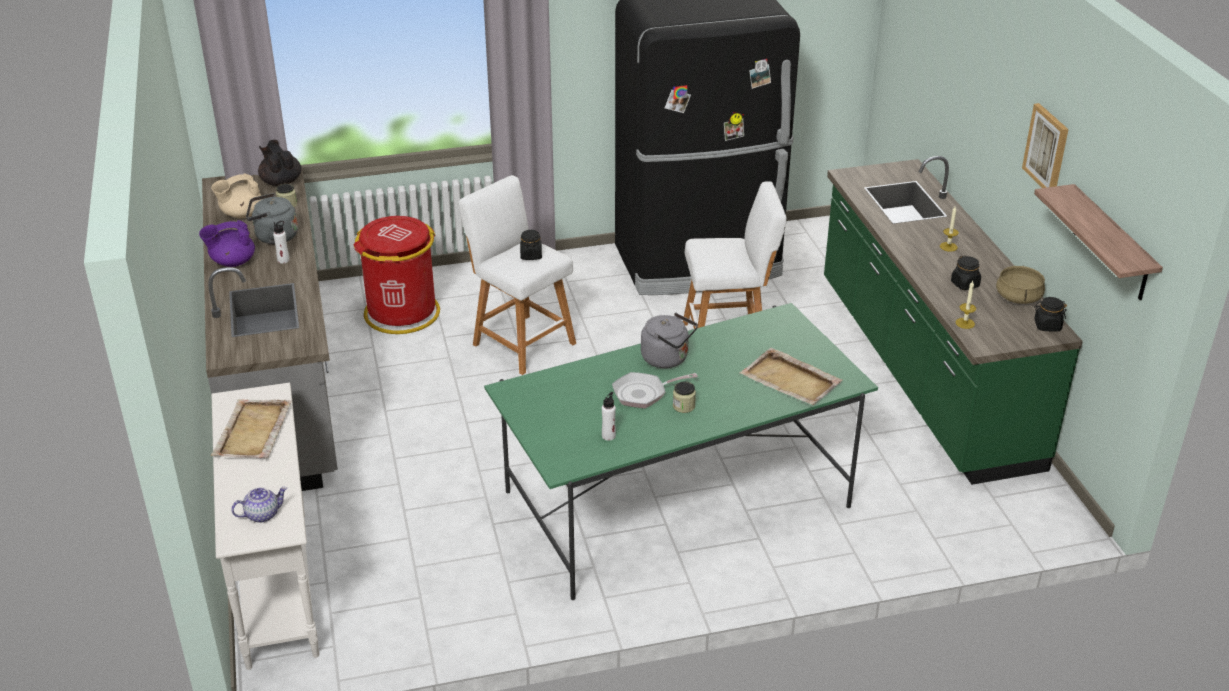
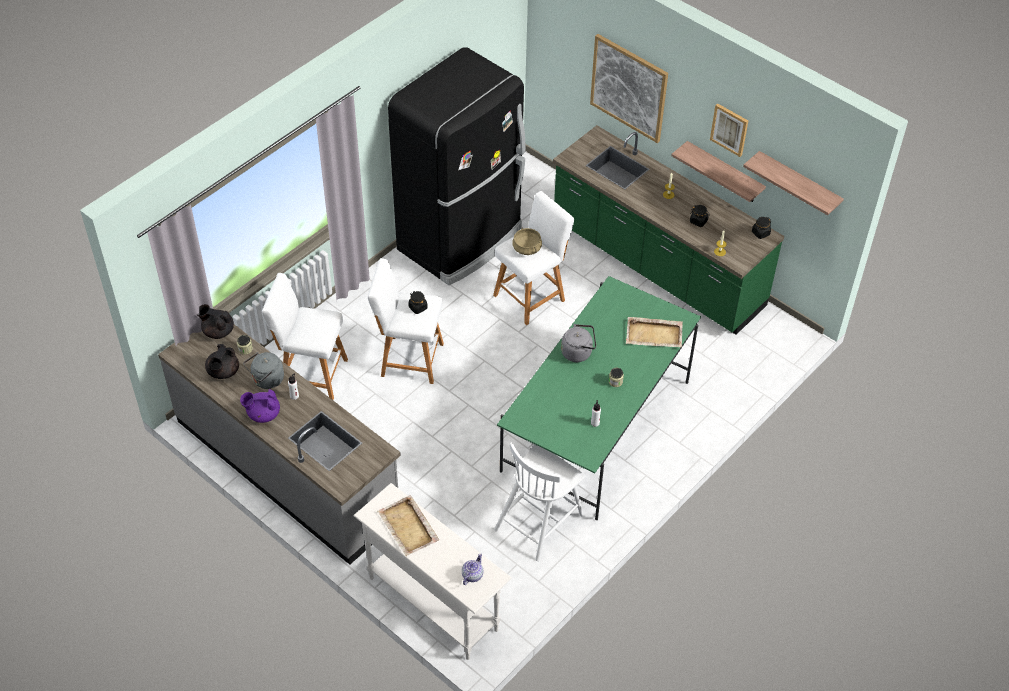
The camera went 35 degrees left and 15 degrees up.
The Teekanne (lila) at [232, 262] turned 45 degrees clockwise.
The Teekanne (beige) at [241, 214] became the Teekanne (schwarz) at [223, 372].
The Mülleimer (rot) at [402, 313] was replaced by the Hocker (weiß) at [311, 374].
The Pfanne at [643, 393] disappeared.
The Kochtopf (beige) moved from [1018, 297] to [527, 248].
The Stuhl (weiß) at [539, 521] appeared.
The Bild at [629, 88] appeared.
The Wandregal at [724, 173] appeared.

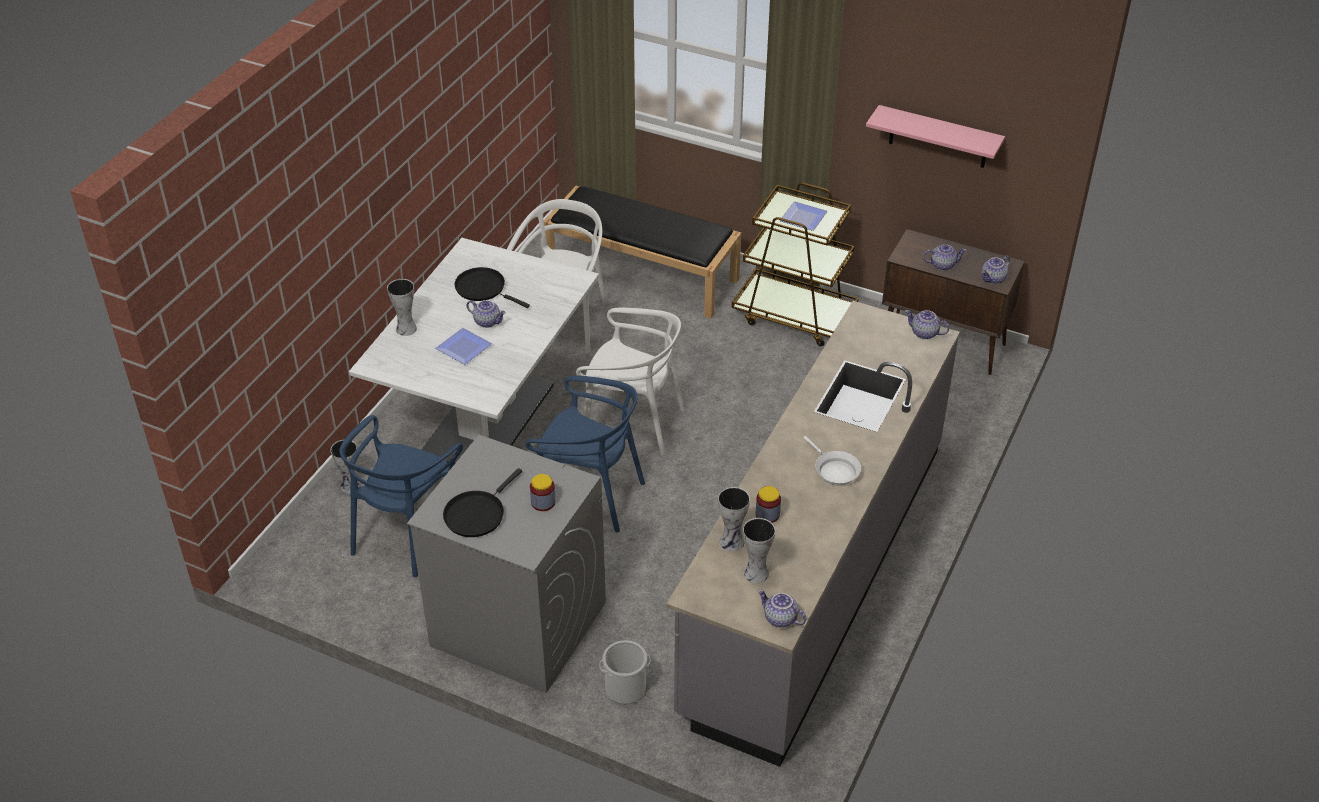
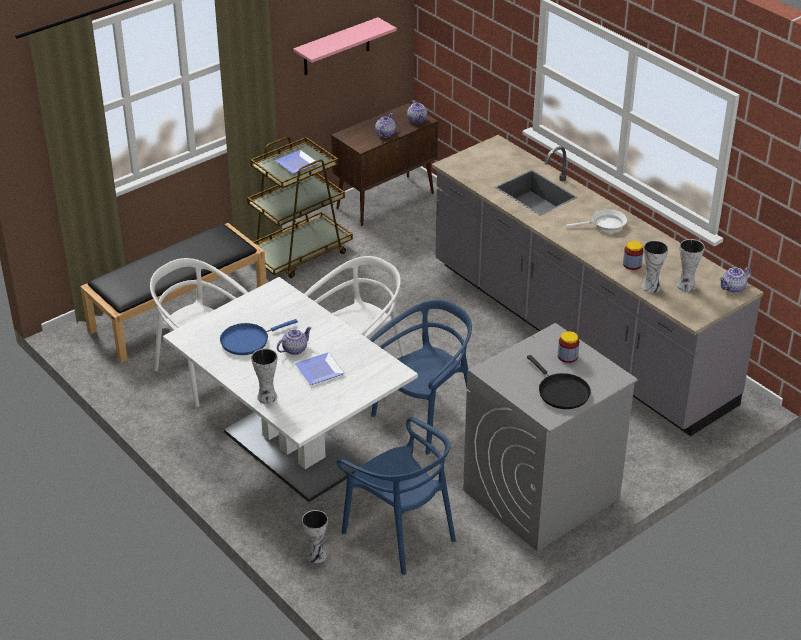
The camera went 65 degrees left and 5 degrees down.
The Pfanne (schwarz) at [483, 289] became the Pfanne (blau) at [247, 341].
The Eimer at [625, 688] disappeared.
The Teekanne at [925, 333] disappeared.

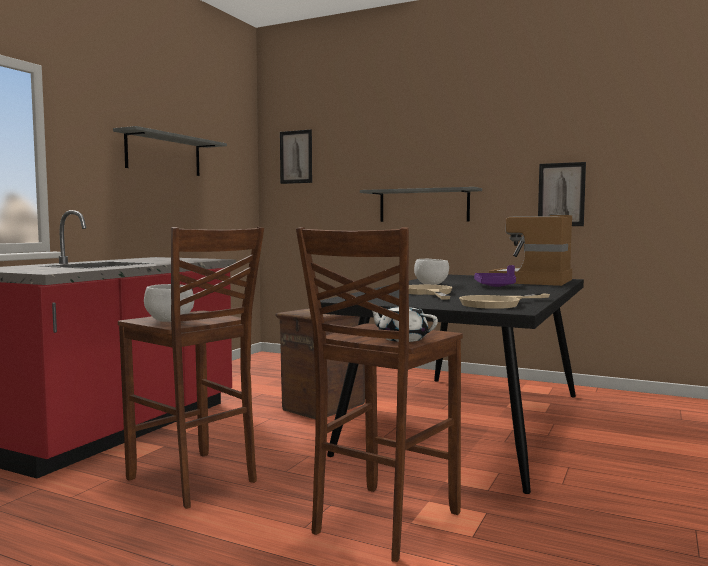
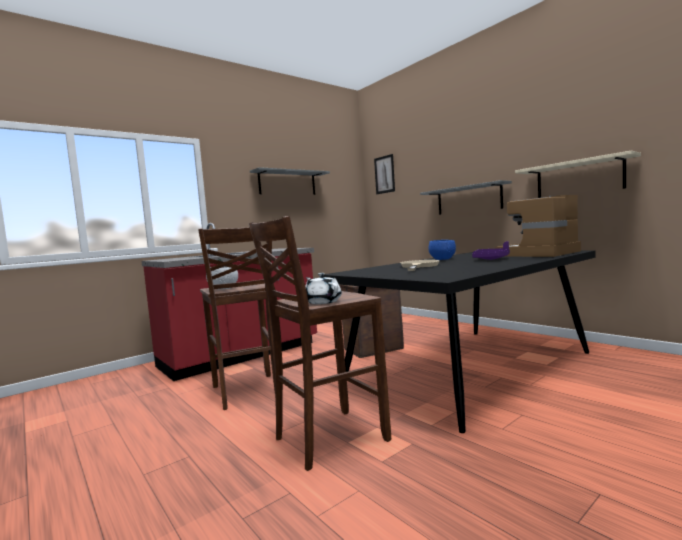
The camera went 25 degrees right and 0 degrees up.
The Schüssel (weiß) at [431, 284] became the Schüssel (blau) at [443, 259].
The Pfanne (beige) at [497, 304] disappeared.
The Bild at [561, 194] was replaced by the Wandregal (beige) at [578, 178].

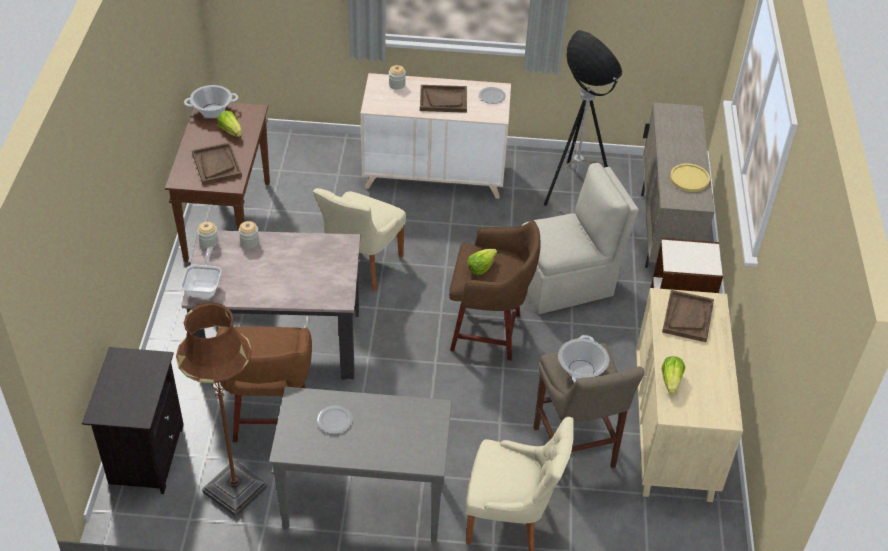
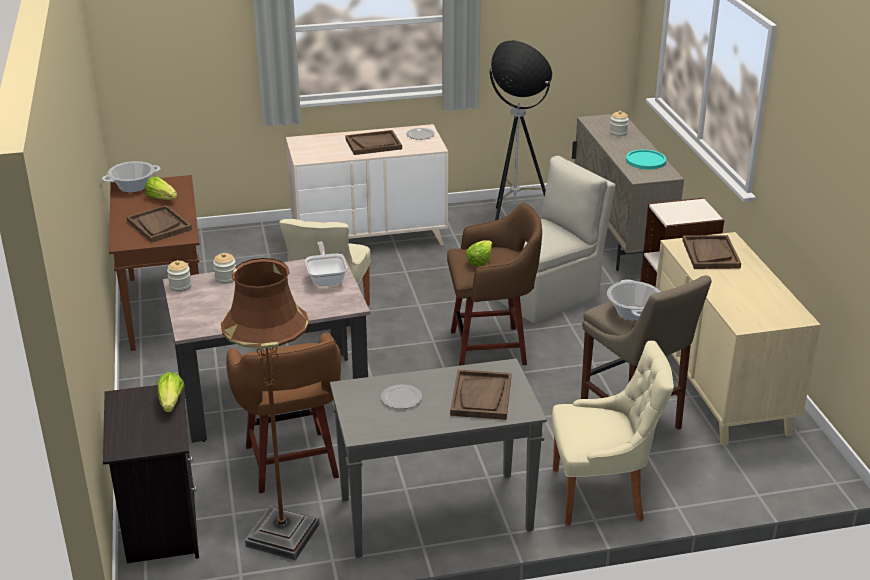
The camera went 15 degrees left and 15 degrees down.
The Pfanne moved from [204, 287] to [326, 278].
The Vorratsglas moved from [397, 84] to [618, 133].
The Salatkopf moved from [671, 380] to [171, 403].
The Teller (gelb) at [689, 178] became the Teller (türkis) at [645, 160].
The Tablett (braun) at [481, 396] appeared.

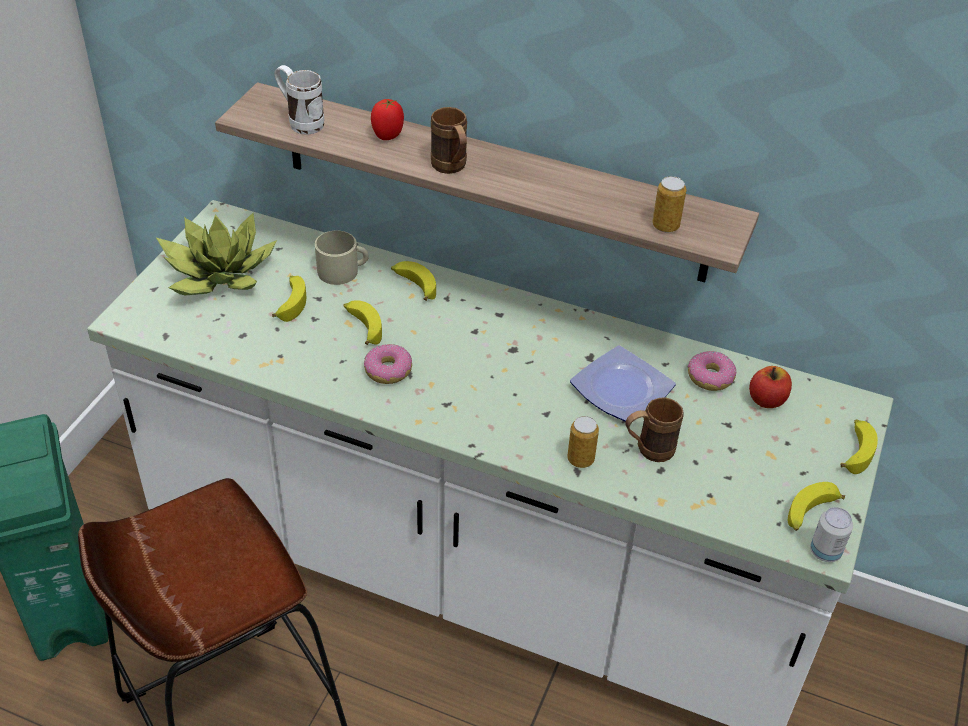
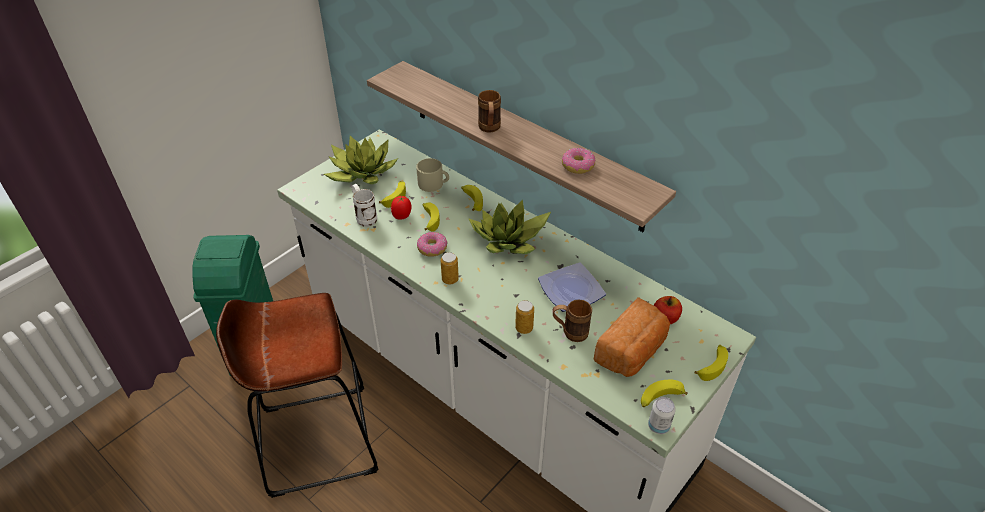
The camera went 20 degrees right and 0 degrees up.
The Henkelbecher (weiß) moved from [300, 122] to [364, 217].
The Tomate moved from [388, 135] to [402, 216].
The Dose moved from [665, 226] to [450, 279].
The Donut moved from [710, 377] to [578, 166].
The Topfpflanze at [509, 240] appeared.
The Brot at [631, 352] appeared.

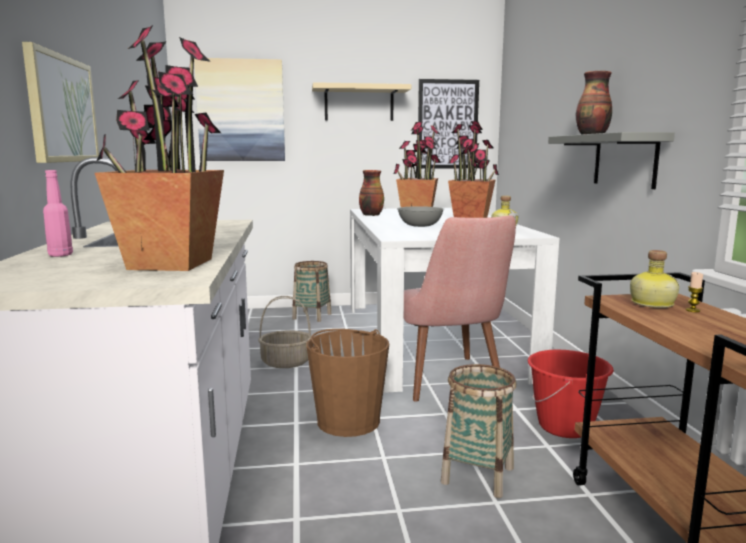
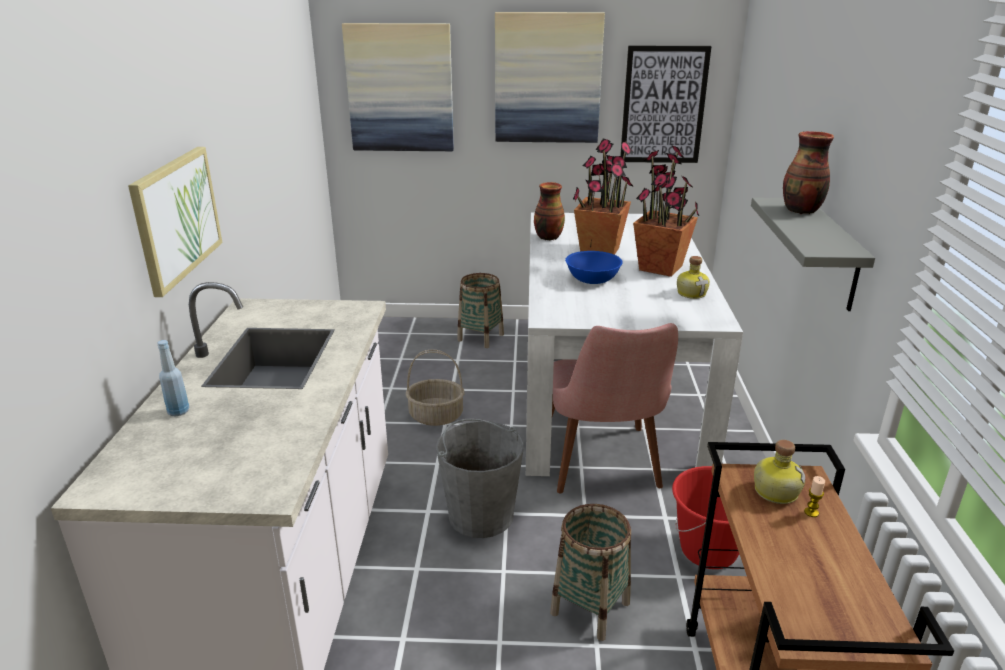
The camera went 10 degrees right and 15 degrees up.
The Flasche (rosa) at [60, 255] became the Flasche (blau) at [178, 412].
The Topfpflanze at [170, 264] disappeared.
The Eimer (braun) at [348, 421] became the Eimer (grau) at [480, 515].
The Wandregal (beige) at [359, 103] was replaced by the Bild at [547, 78].
The Schüssel (grau) at [420, 226] became the Schüssel (blau) at [593, 280].

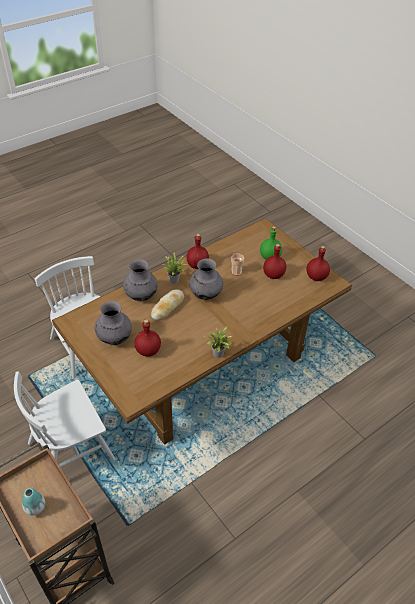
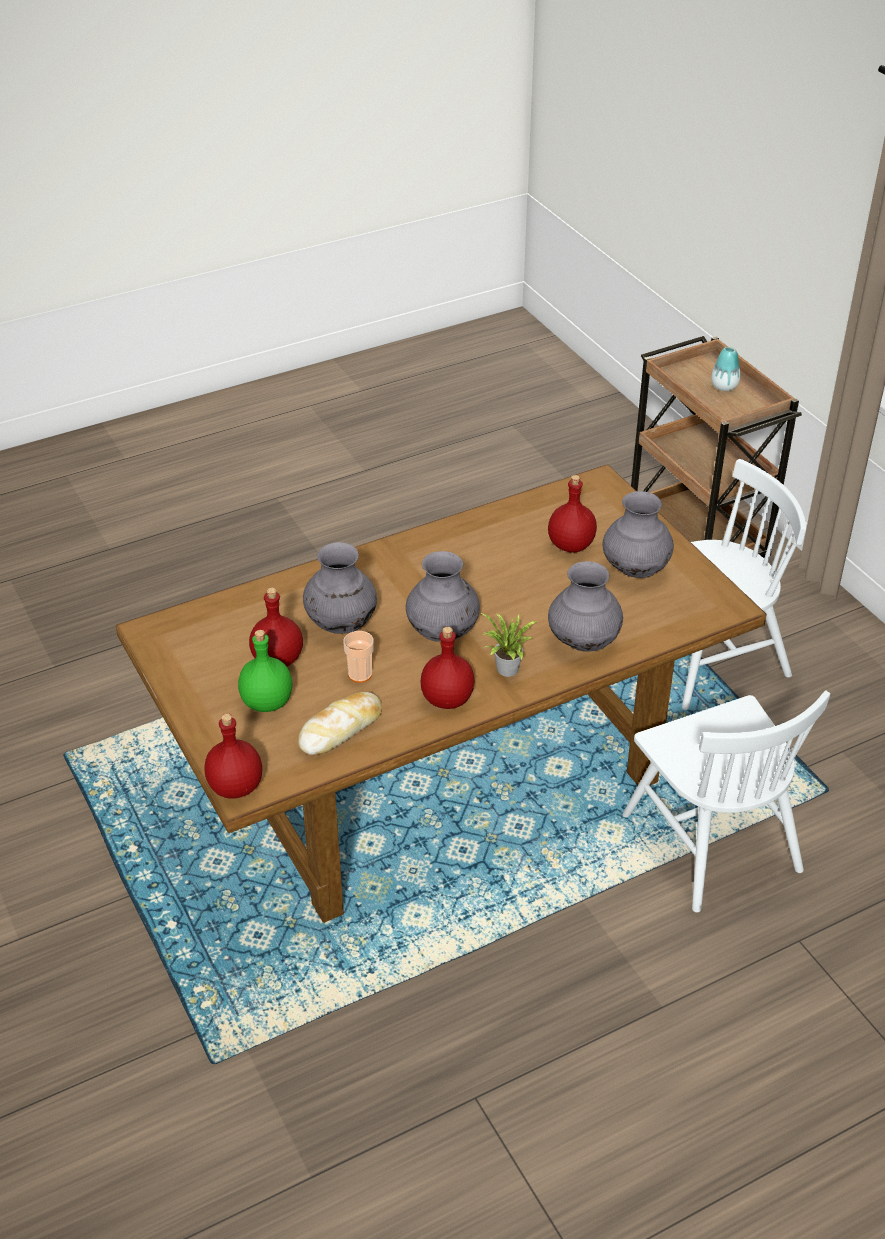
The camera went 170 degrees left and 5 degrees down.
The Brot moved from [167, 307] to [341, 729].
The Topfpflanze at [218, 354] disappeared.
The Flasche (rot) moved from [316, 276] to [235, 788].
The Vase (grau) at [341, 624] appeared.

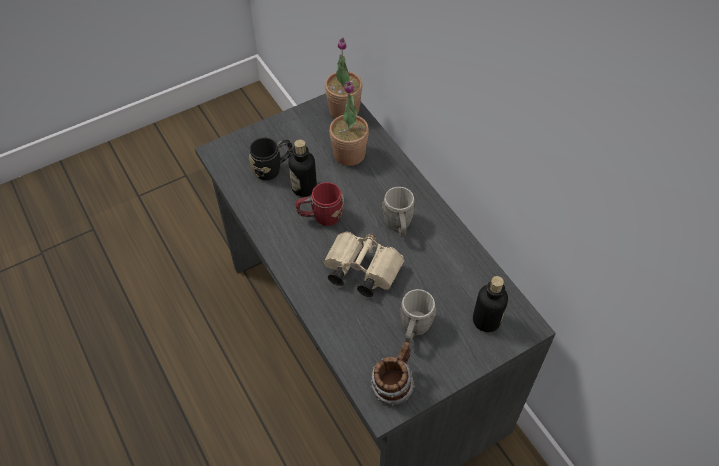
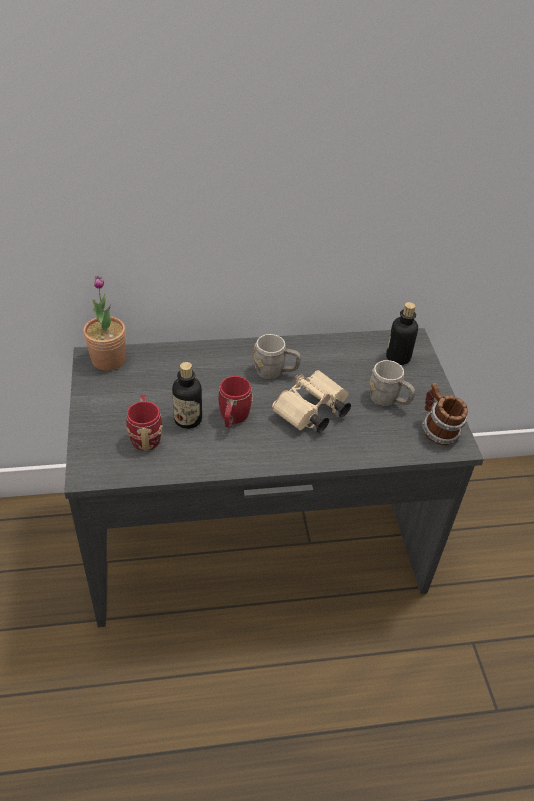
The camera went 70 degrees left and 10 degrees down.
The Henkelbecher (schwarz) at [273, 168] became the Henkelbecher (rot) at [145, 435].
The Topfpflanze at [349, 154] disappeared.

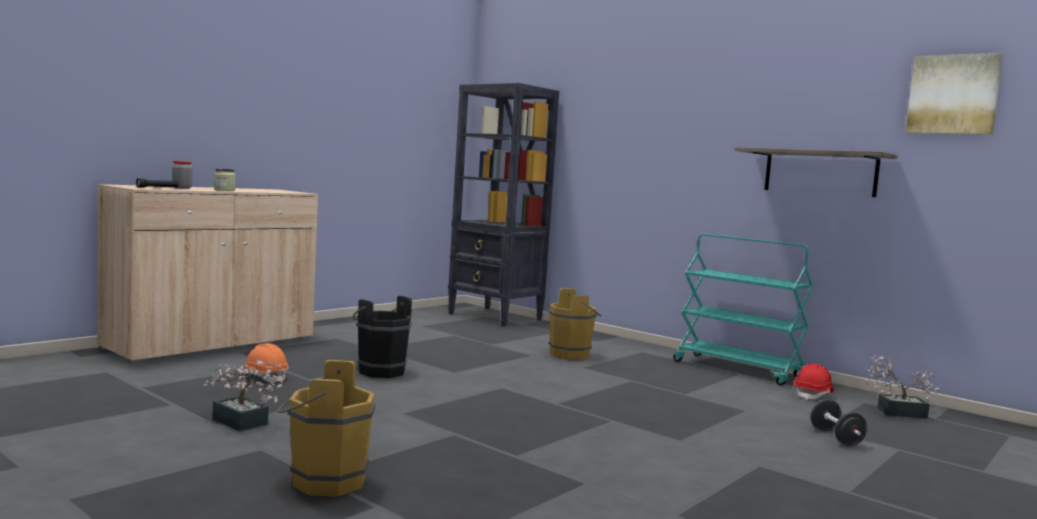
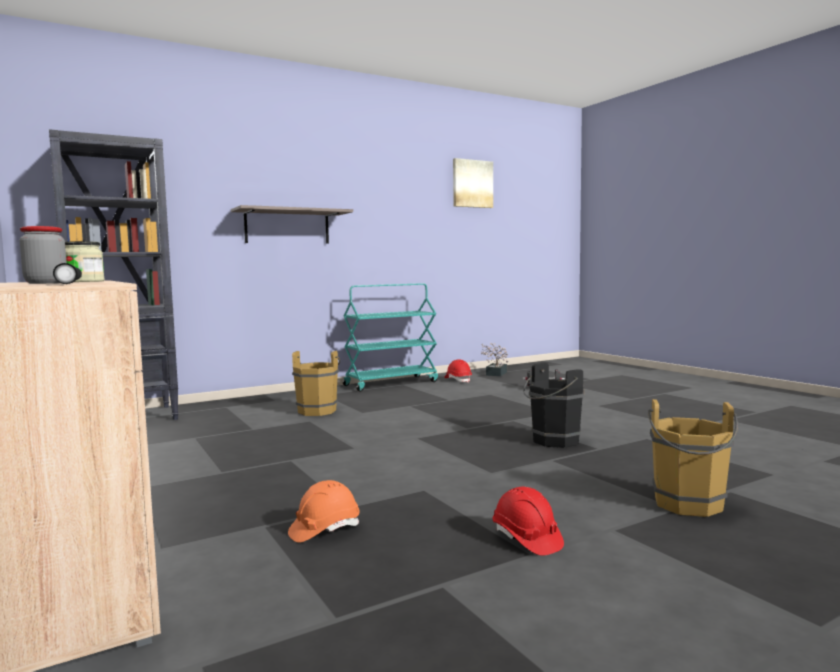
The camera went 70 degrees left and 0 degrees up.
The Topfpflanze at [243, 423] was replaced by the Schutzhelm (rot) at [526, 539].
The Eimer (schwarz) moved from [379, 371] to [552, 441].
The Wandregal moved from [820, 172] to [287, 227].

